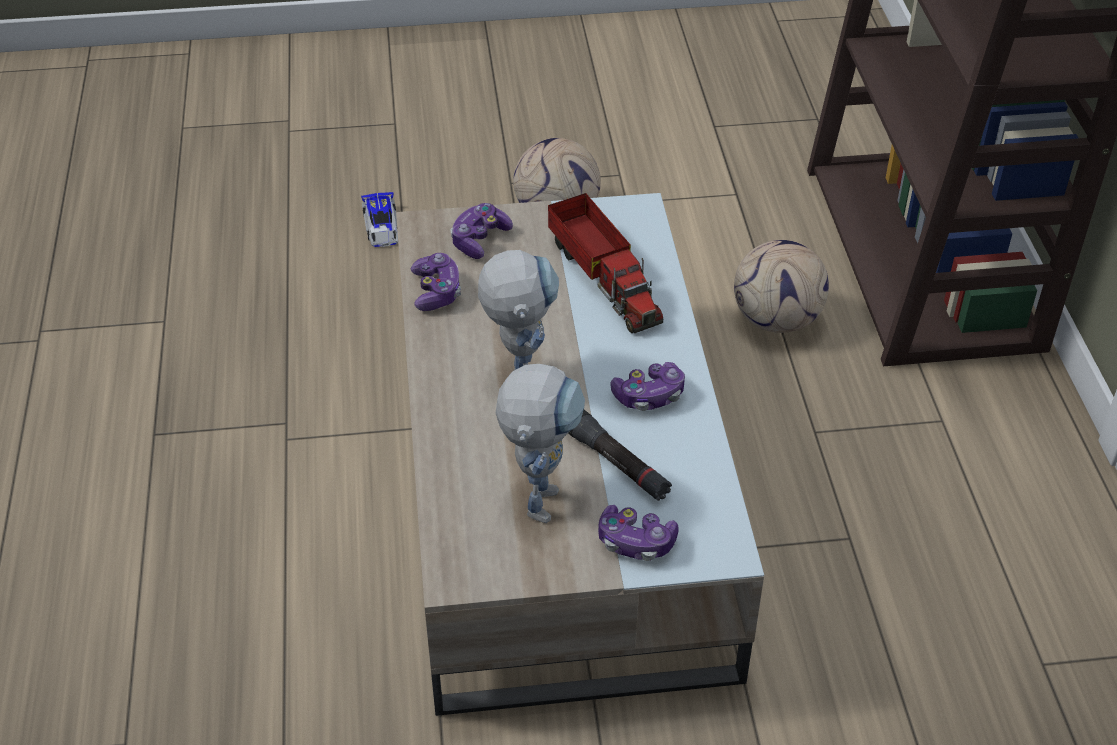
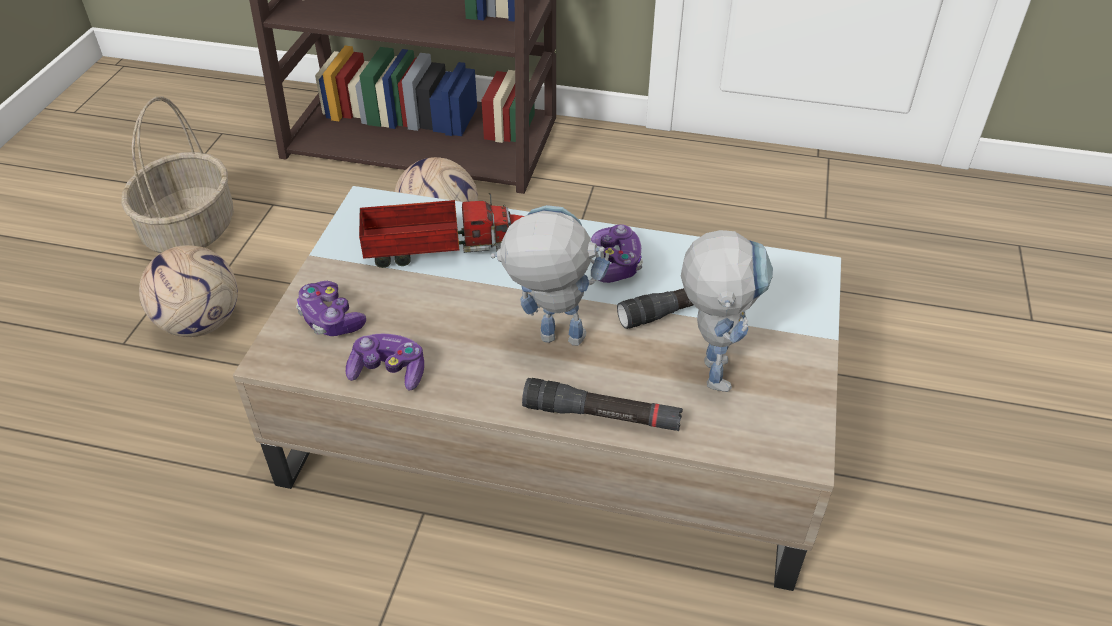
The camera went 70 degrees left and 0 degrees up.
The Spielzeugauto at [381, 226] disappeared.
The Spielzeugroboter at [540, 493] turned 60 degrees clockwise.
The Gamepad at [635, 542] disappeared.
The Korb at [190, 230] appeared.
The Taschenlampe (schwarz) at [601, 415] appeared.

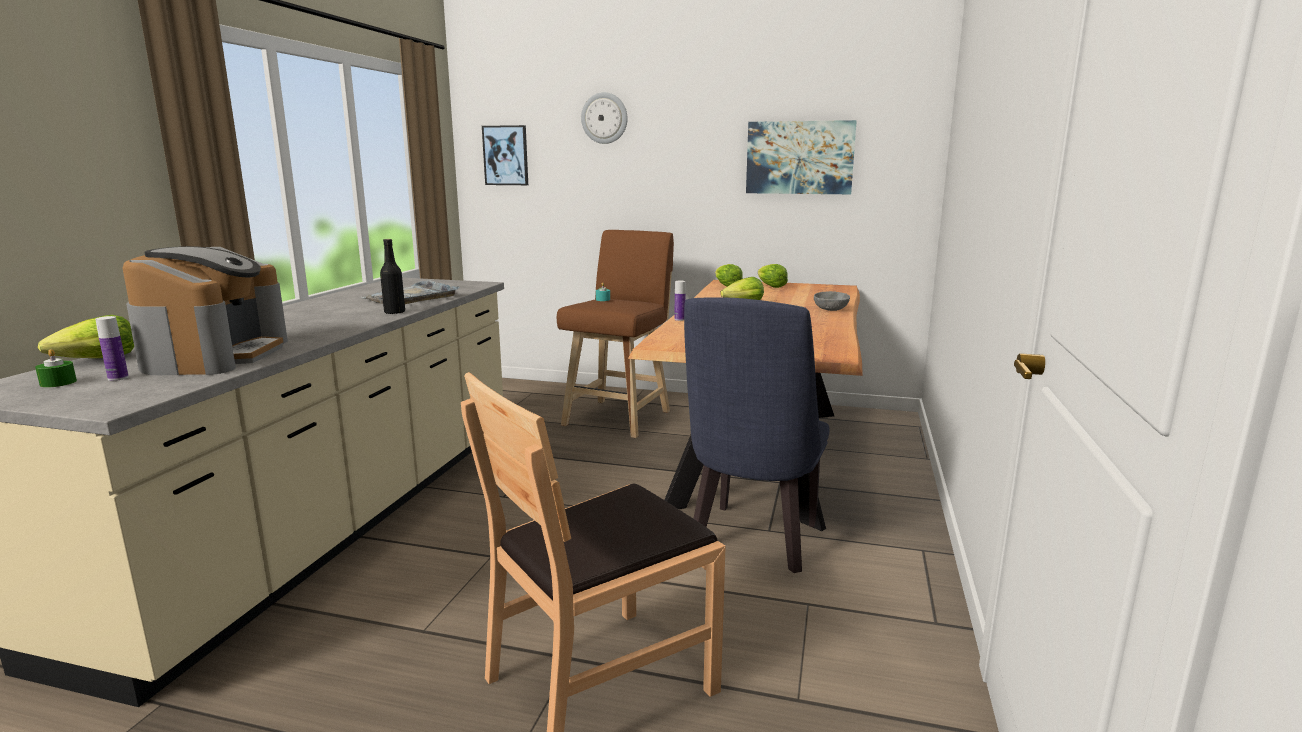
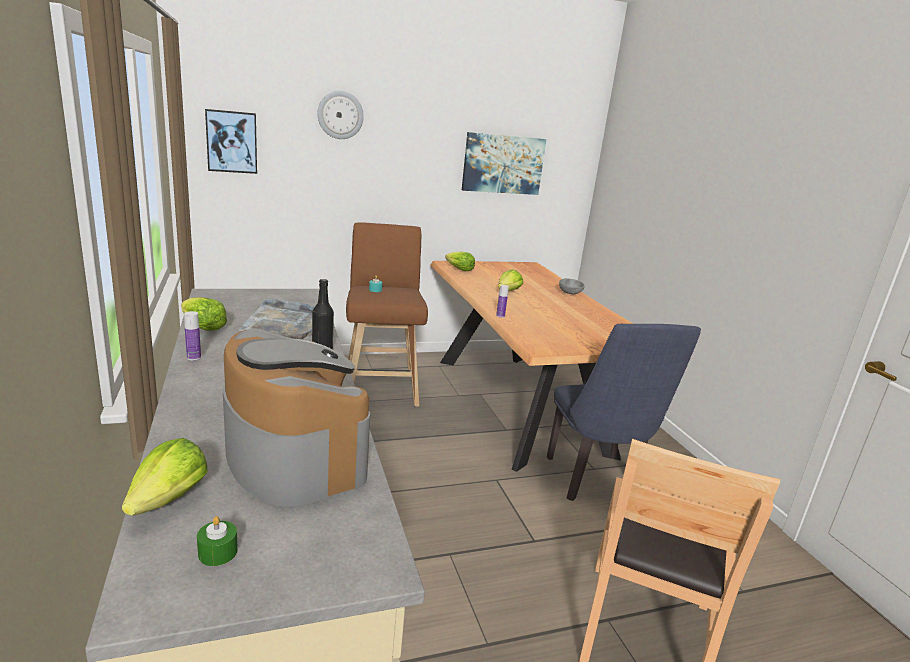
The camera went 35 degrees left and 5 degrees up.
The Flasche moved from [118, 378] to [194, 357].
The Salatkopf moved from [770, 286] to [202, 327].

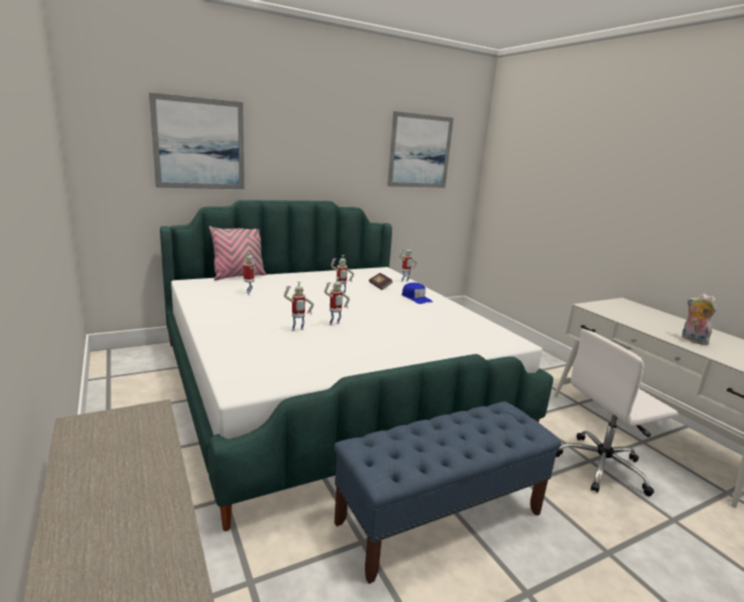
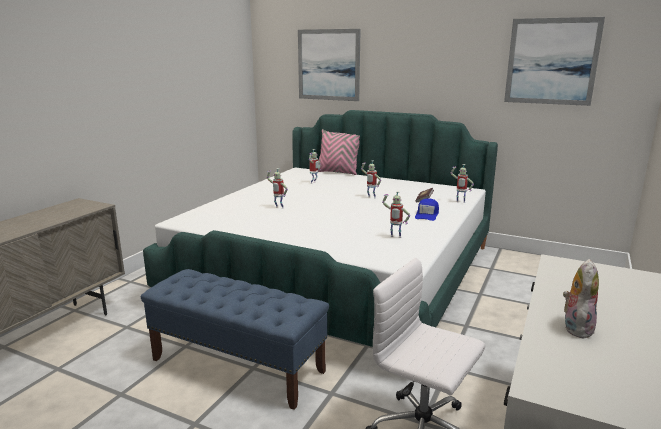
The camera went 55 degrees right and 0 degrees up.
The Spielzeugroboter moved from [334, 324] to [395, 237].

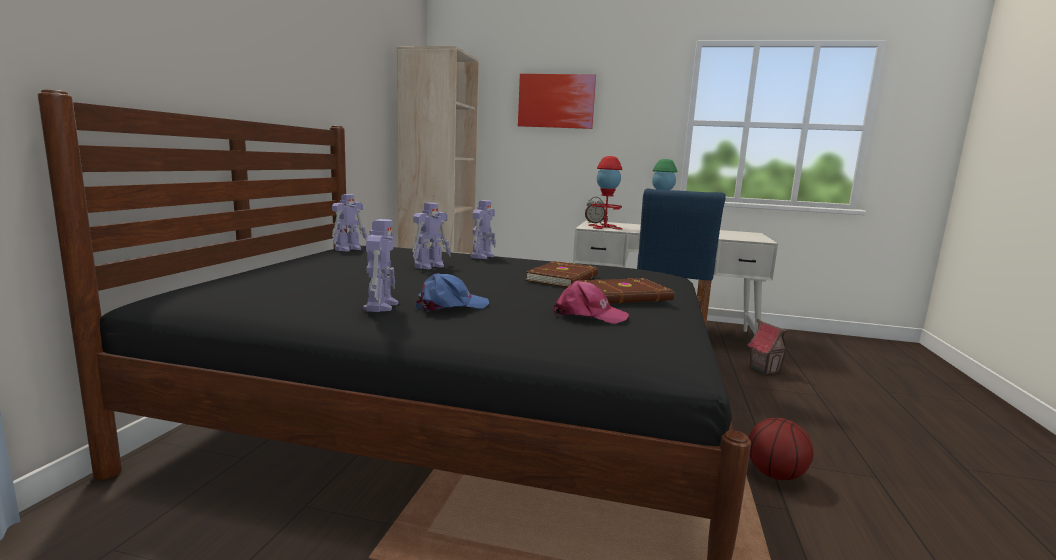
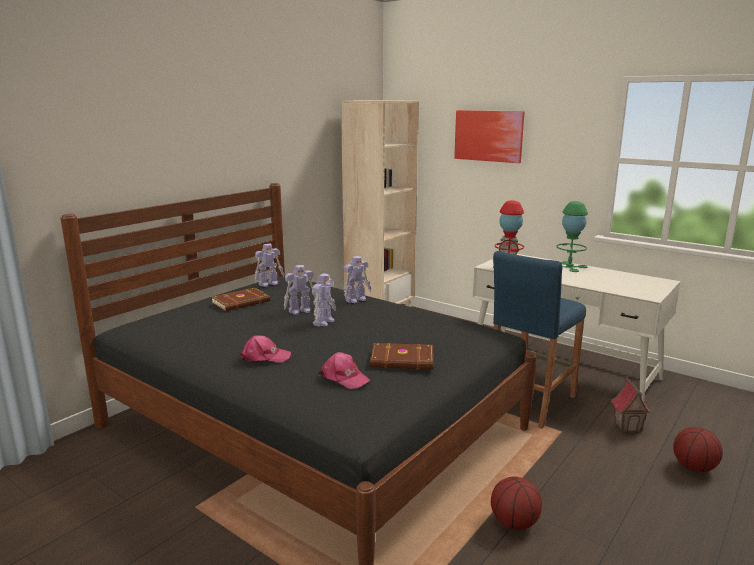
The camera went 25 degrees right and 5 degrees up.
The Spielzeugroboter moved from [381, 306] to [324, 322].
The Kappe (blau) at [450, 305] became the Kappe (rosa) at [264, 357].
The Buch (braun) moved from [564, 278] to [241, 302].
The Basketball at [693, 467] appeared.

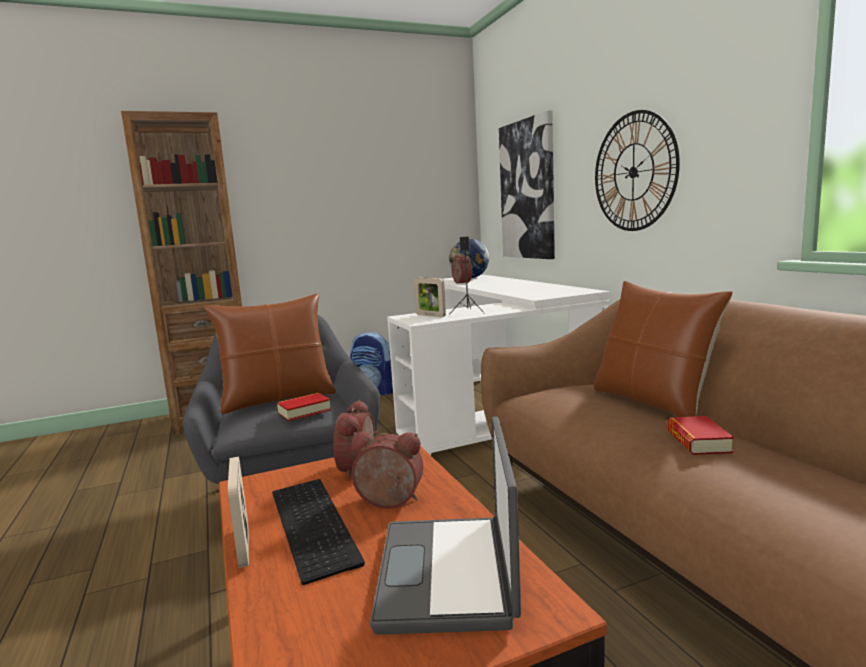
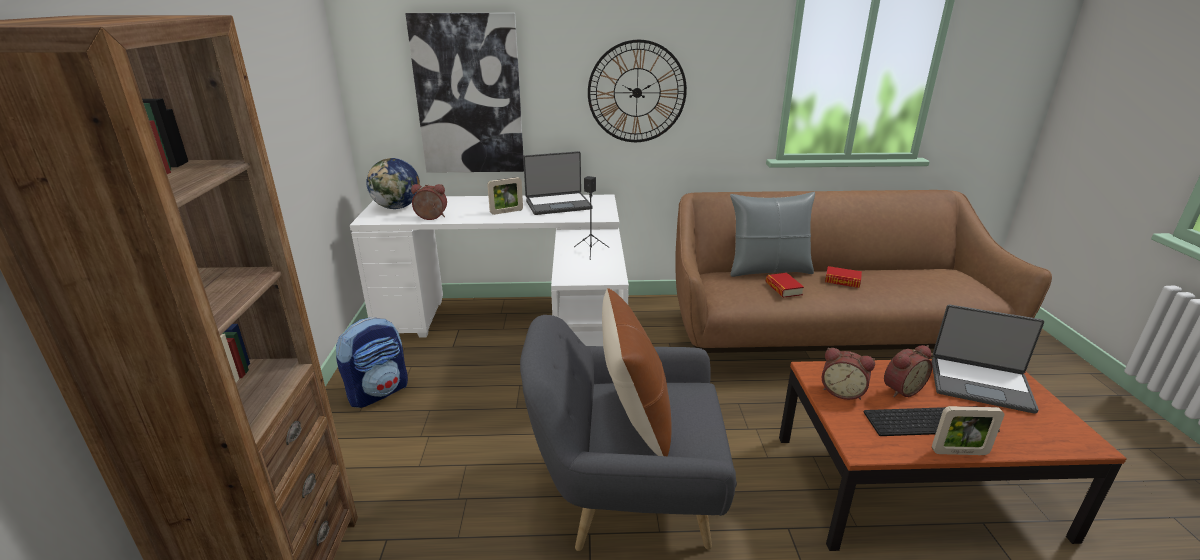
The camera went 70 degrees left and 15 degrees up.
The Buch moved from [304, 411] to [783, 288].
The Wecker at [389, 503] turned 150 degrees counterclockwise.
The Bilderrahmen moved from [430, 315] to [506, 212].
The Kissen (braun) at [653, 402] became the Kissen (grau) at [768, 270].
The Laptop at [558, 204] appeared.

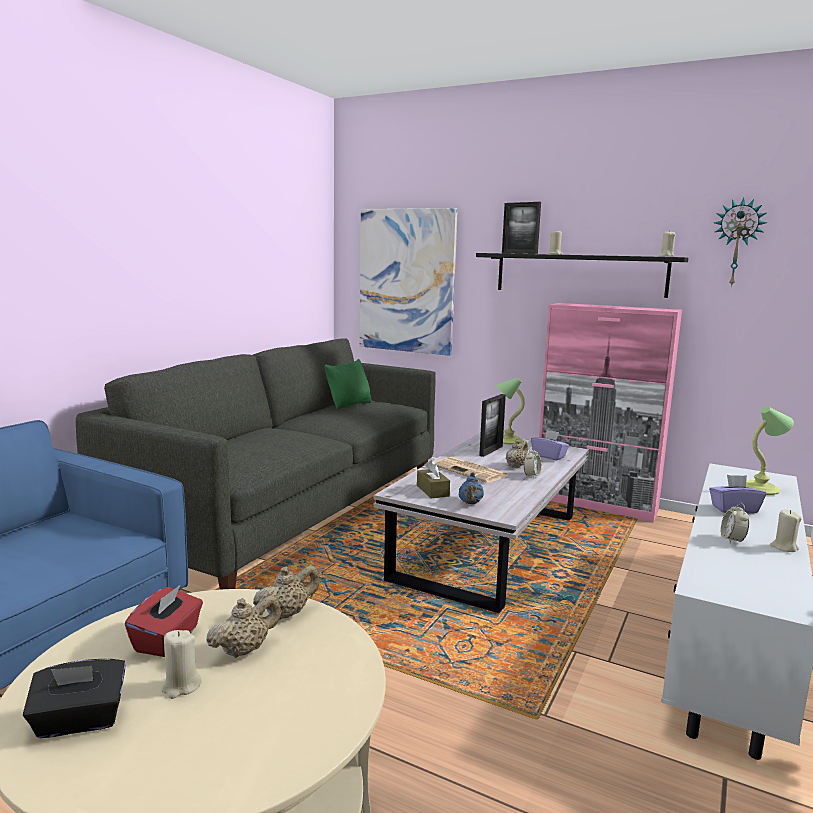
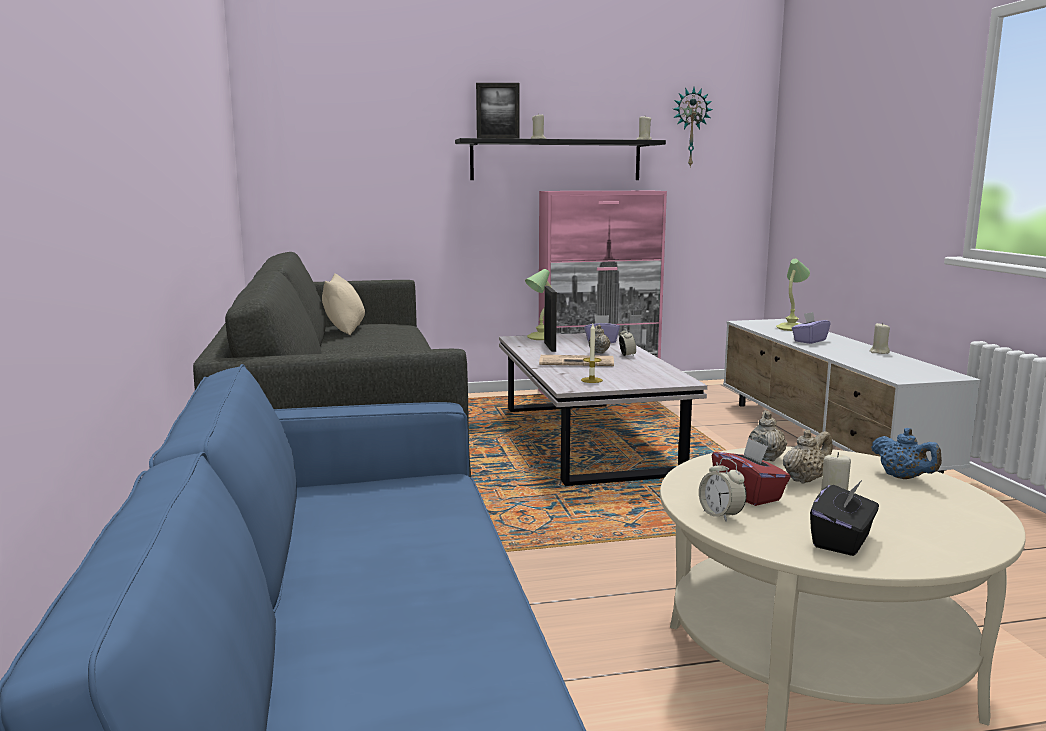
The camera went 40 degrees left and 0 degrees up.
The Teekanne (beige) at [245, 650] turned 45 degrees clockwise.
The Kissen (grün) at [349, 405] became the Kissen (beige) at [345, 330].
The Bild at [407, 281] disappeared.
The Taschentuchbox (braun) at [432, 491] was replaced by the Kerze at [591, 380].
The Teekanne (blau) moved from [470, 503] to [903, 478].
The Wecker moved from [732, 540] to [721, 515].

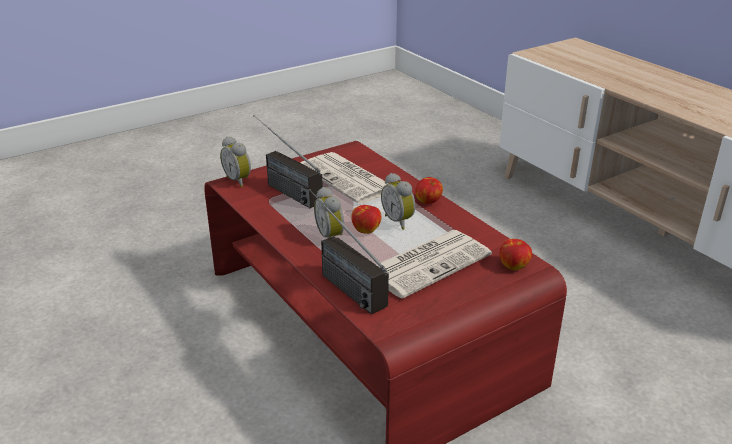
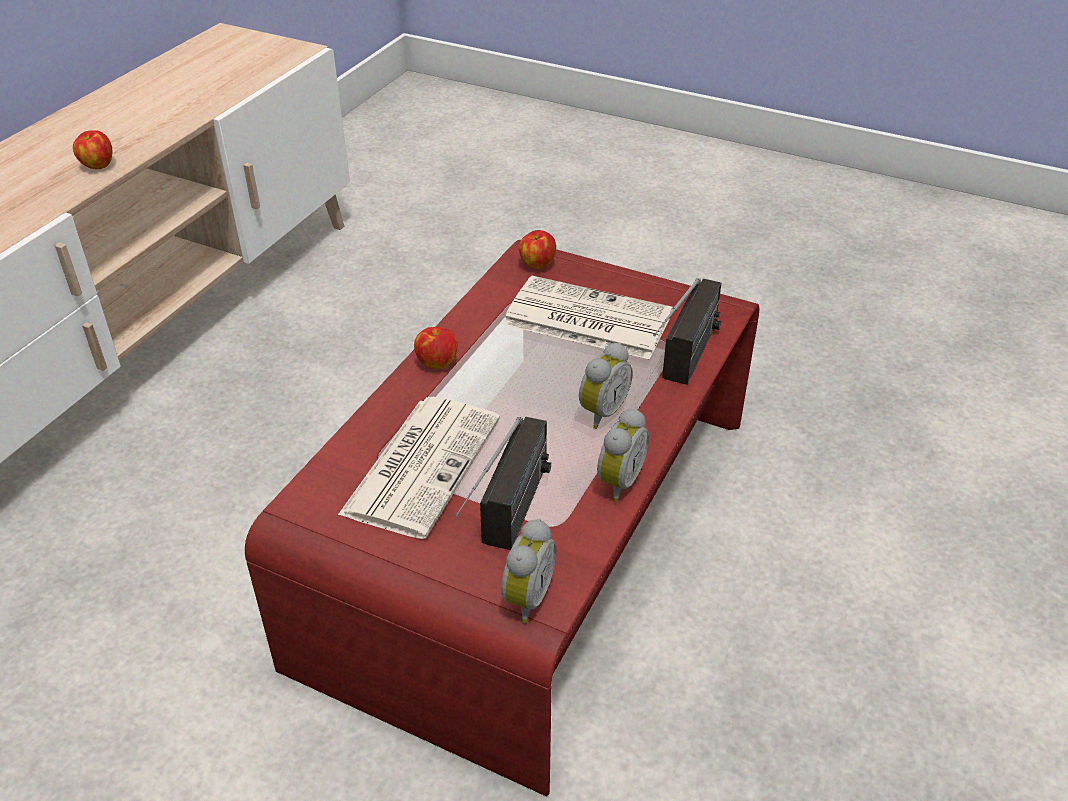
The camera went 120 degrees left and 10 degrees up.
The Apfel moved from [366, 230] to [97, 165].
The Wecker moved from [399, 221] to [617, 481].

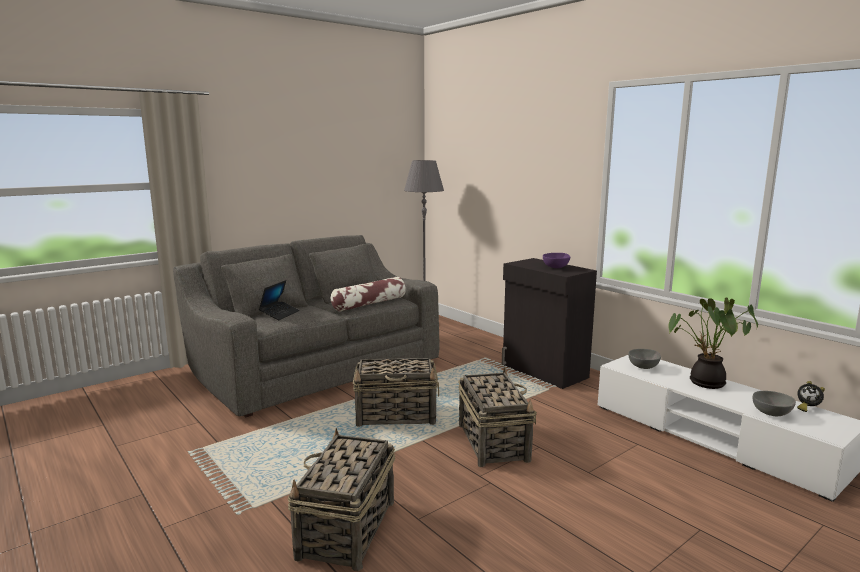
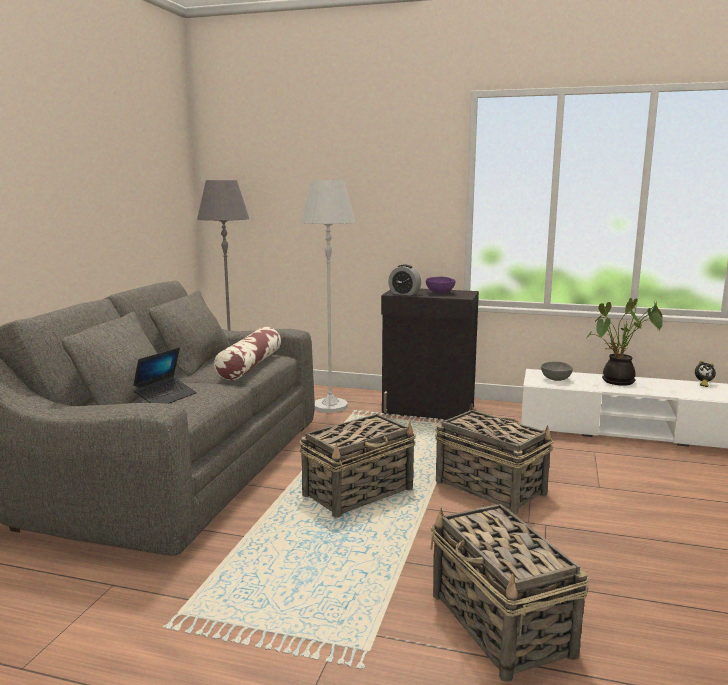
The camera went 35 degrees left and 0 degrees up.
The Laptop at [279, 314] turned 45 degrees clockwise.
The Schüssel (grau) at [772, 414] disappeared.
The Stehlampe (weiß) at [330, 406] appeared.
The Wecker at [404, 293] appeared.

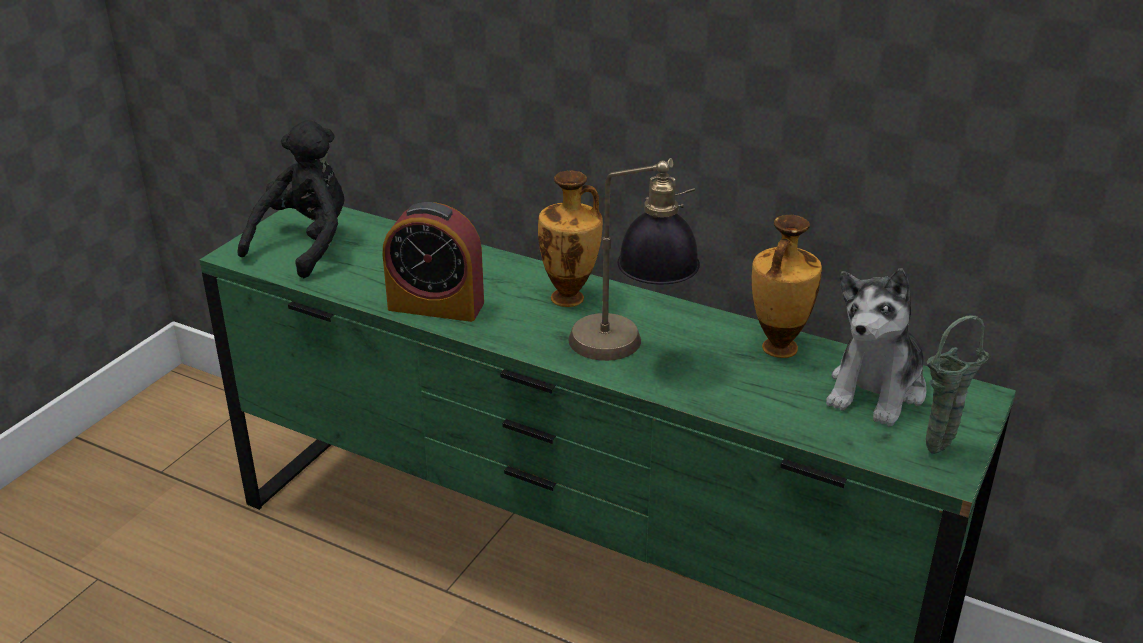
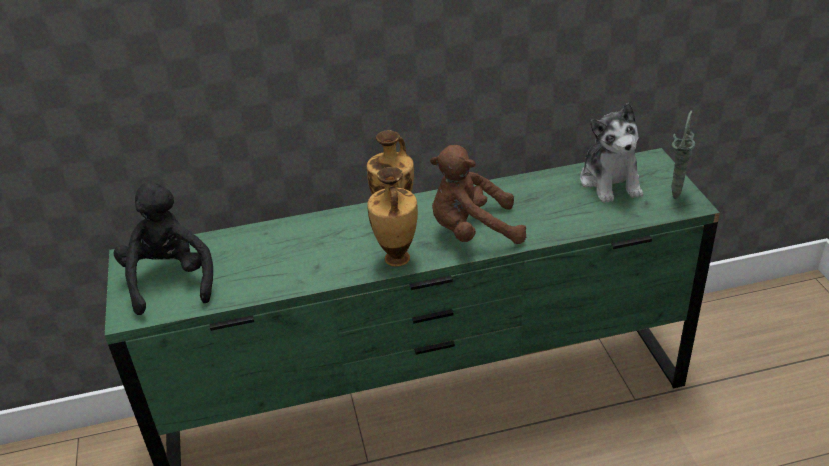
The camera went 40 degrees left and 5 degrees up.
The Wecker at [436, 306] disappeared.
The Tischlampe at [629, 352] was replaced by the Plüschtier (braun) at [472, 231].
The Vase moved from [777, 349] to [396, 259].

